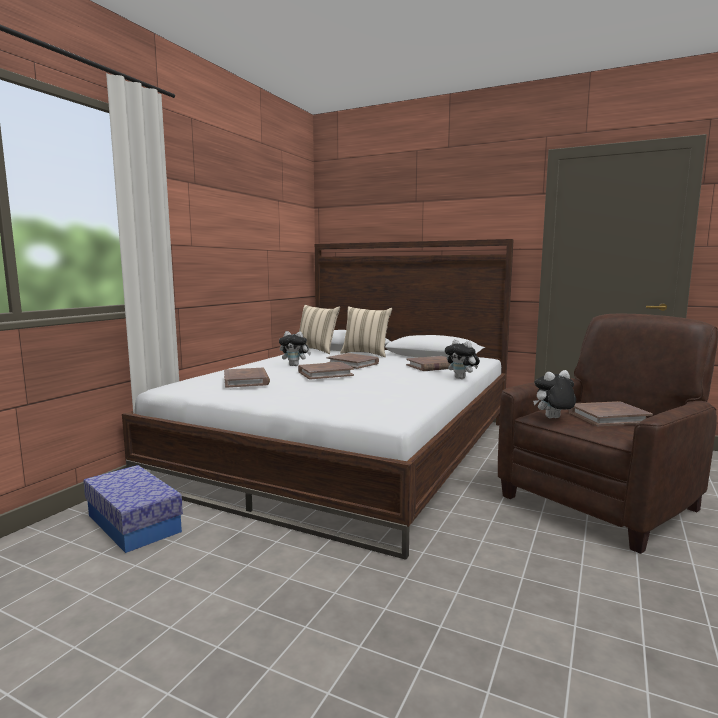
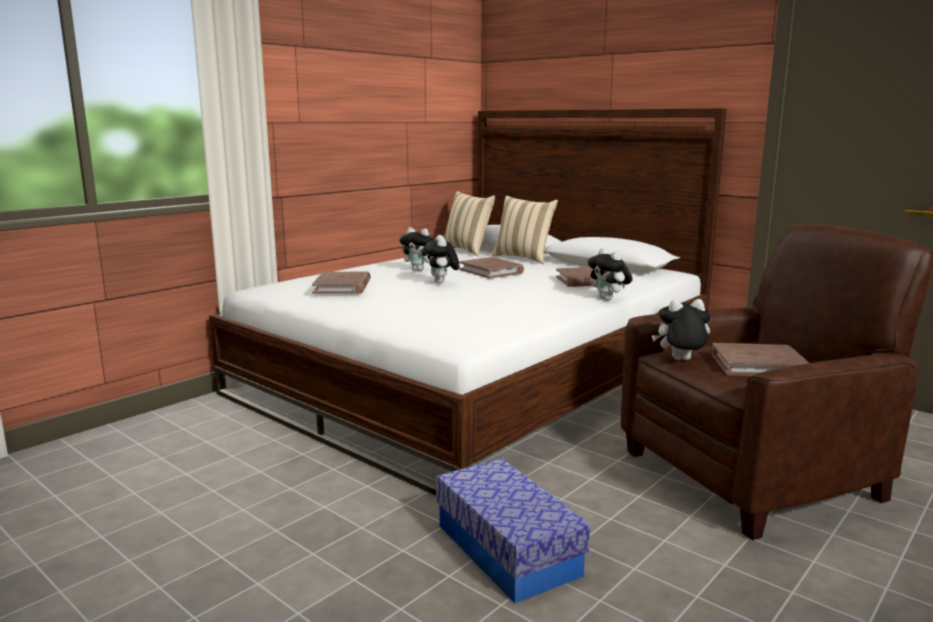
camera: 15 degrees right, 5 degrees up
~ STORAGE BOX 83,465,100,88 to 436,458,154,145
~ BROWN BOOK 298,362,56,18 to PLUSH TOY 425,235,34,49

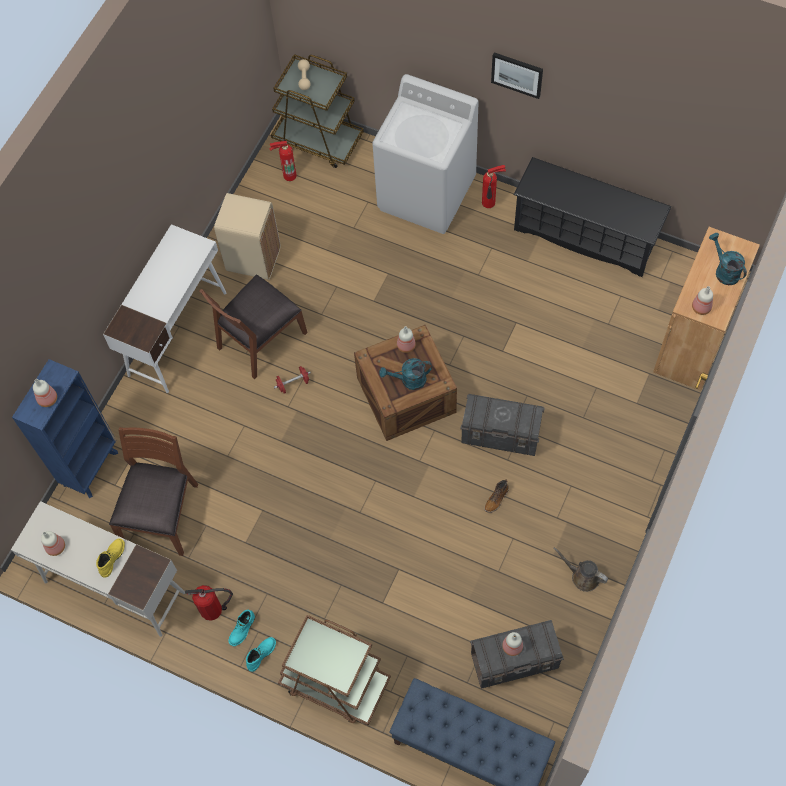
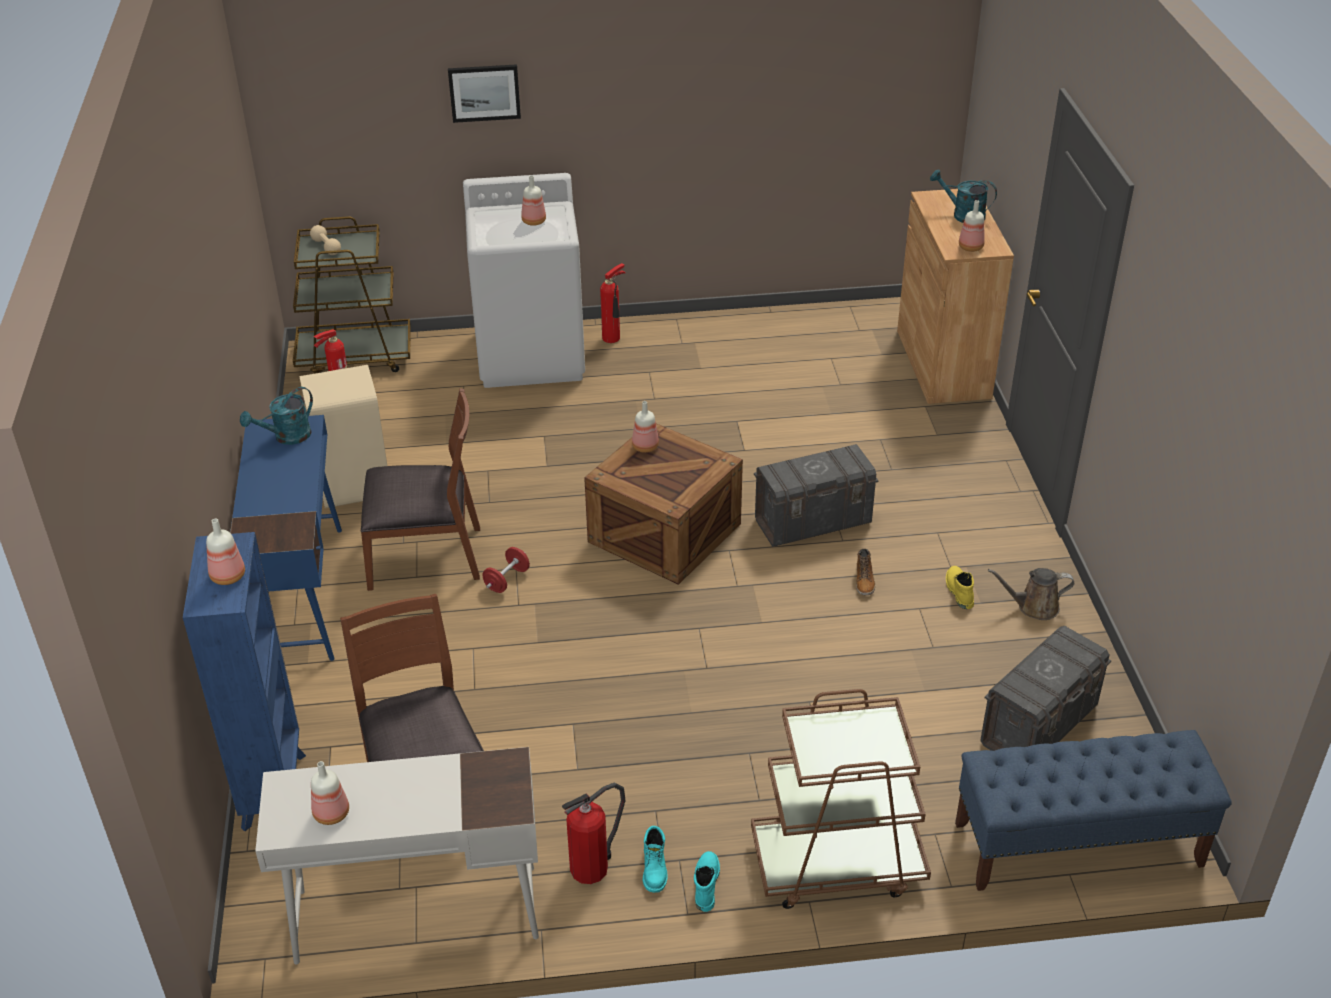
camera: 35 degrees left, 25 degrees down
~ YELLOW BOOT 96,538,29,40 to 946,566,28,43
~ WHITE DESK 103,224,124,169 to BLUE DESK 230,415,112,246
~ BROWN CHAIR 199,274,108,105 = 361,388,119,203 105 degrees counterclockwise
~ TURQUOISE WATERING CAN 379,358,53,32 to 240,387,73,58
~ PICTURE 491,52,52,47 to 448,64,73,59
~ BOTTLE 502,632,21,24 to 521,175,25,51
- BLACK SHOE RACK 514,157,157,120

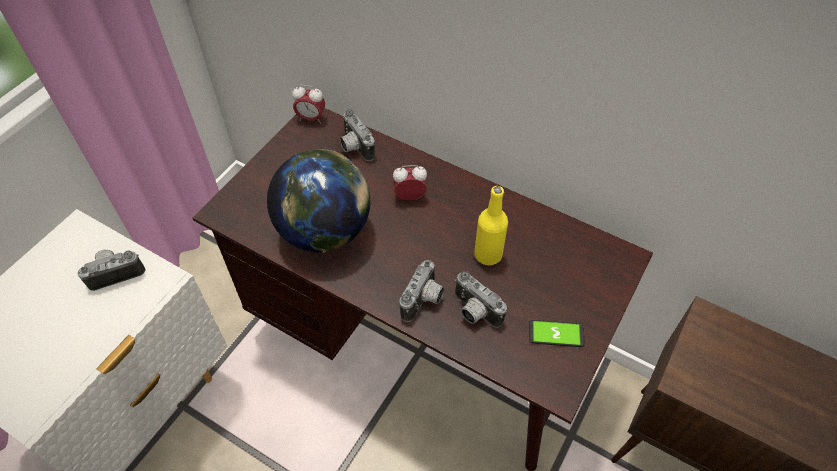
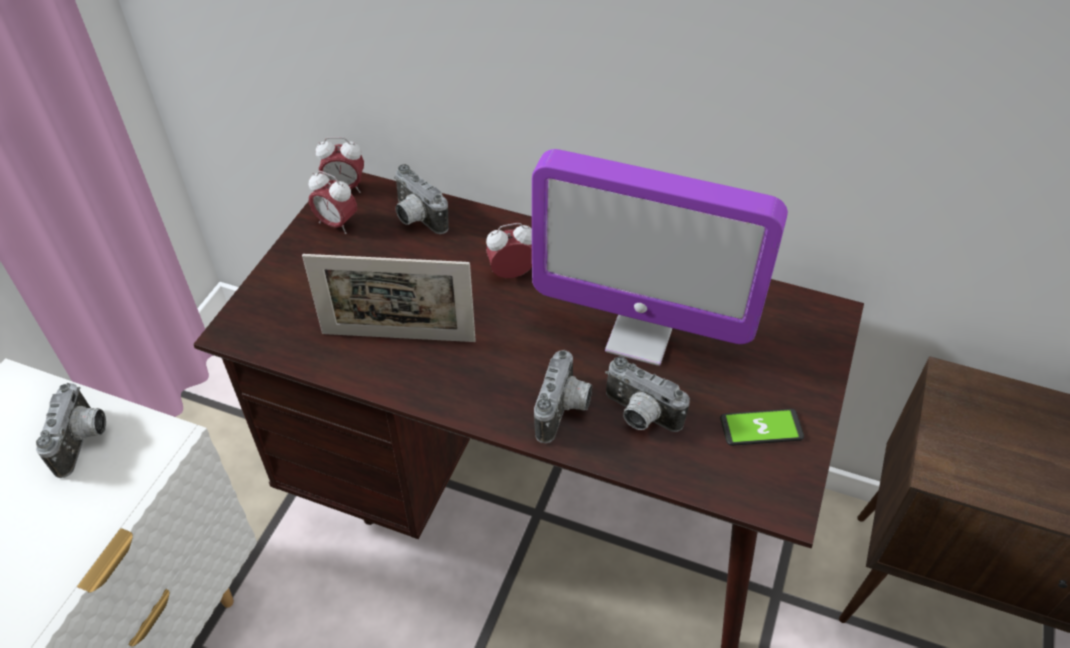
camera: 10 degrees left, 5 degrees down
~ PHOTO CAMERA 78,250,68,41 = 36,383,70,95 120 degrees clockwise
~ GLOBE 267,149,103,104 to PICTURE FRAME 302,254,174,88
~ YELLOW BOTTLE 474,186,34,79 to MONITOR 532,149,256,217
+ ALARM CLOCK 309,171,48,63

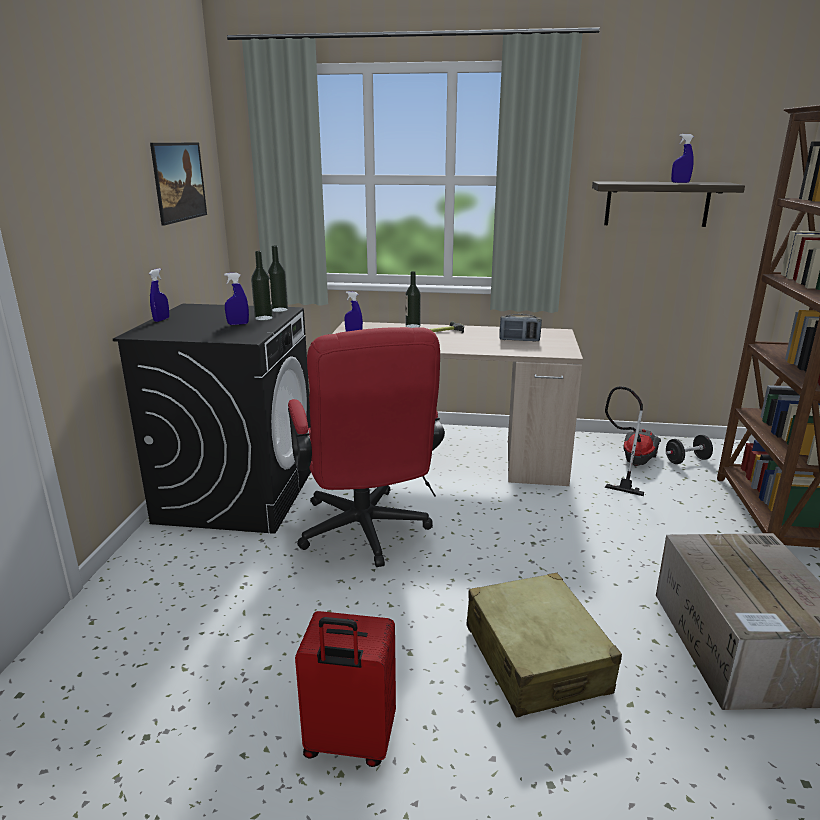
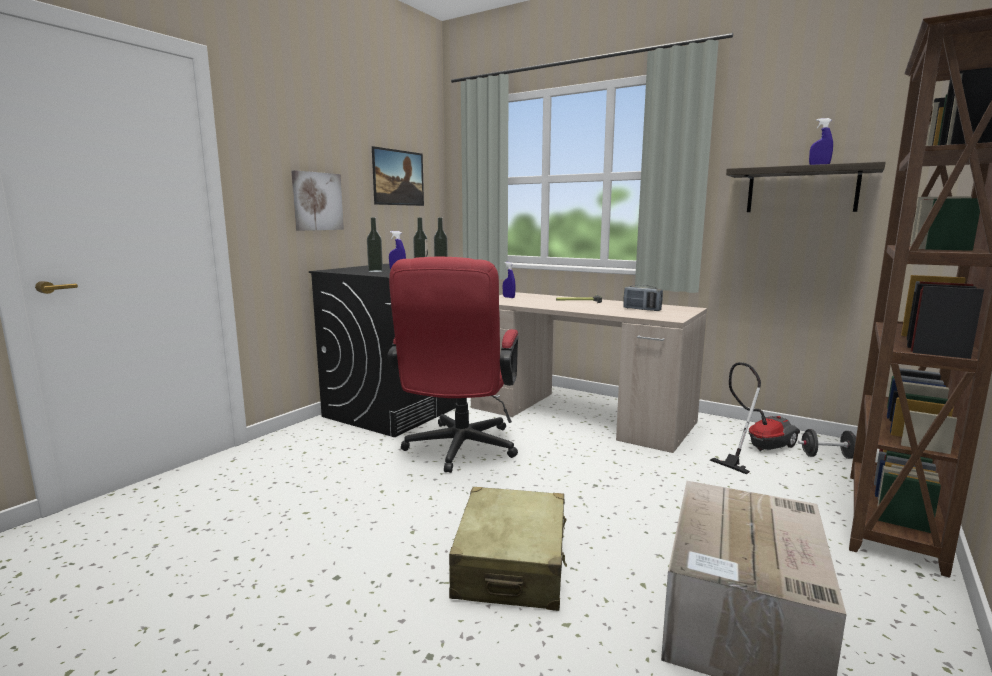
camera: 25 degrees right, 10 degrees down
- BLUE SPRAY BOTTLE 149,268,20,54
- RED SUITCASE 295,611,101,156
~ BOTTLE 405,271,16,57 to 367,218,16,54
+ PICTURE 292,170,52,61

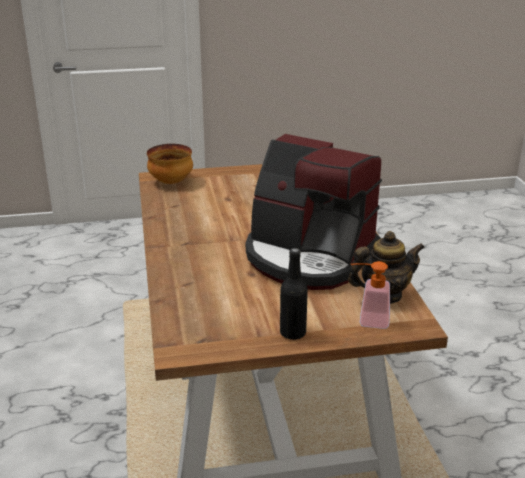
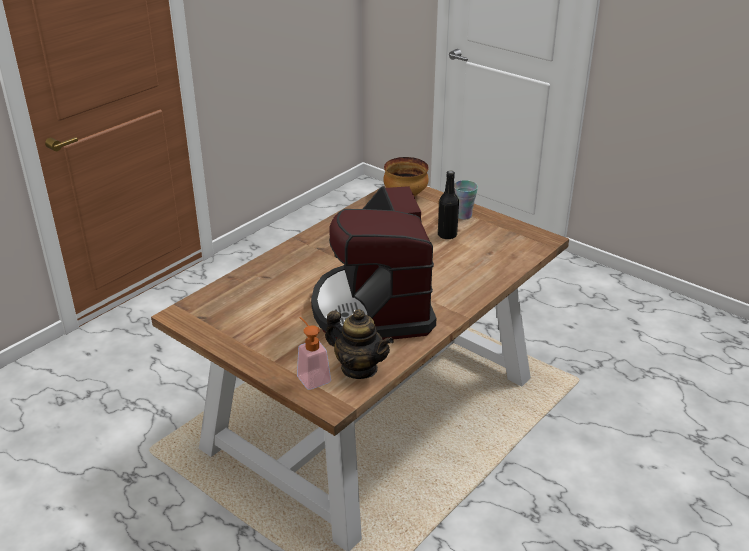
camera: 50 degrees right, 5 degrees up
~ BLACK BOTTLE 280,248,28,92 to 438,171,21,68
+ CUP 454,180,24,40

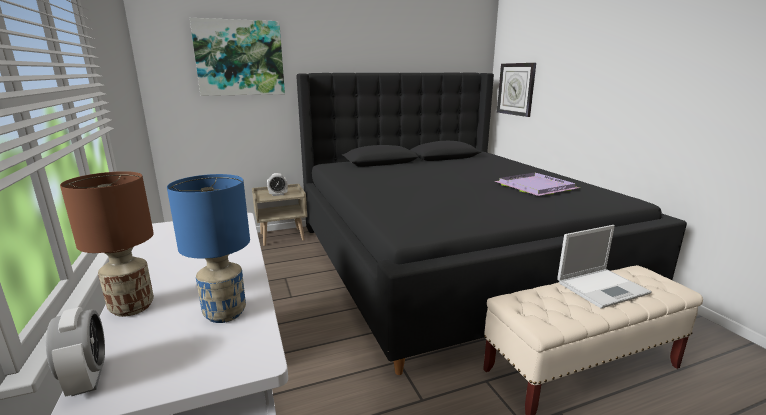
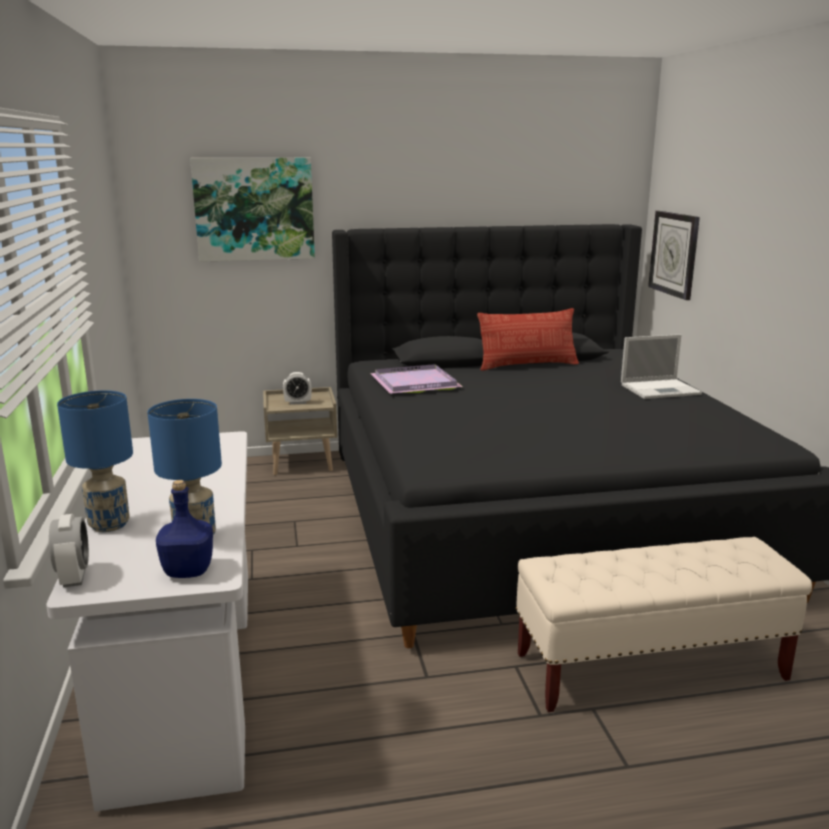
camera: 10 degrees right, 0 degrees up
~ BROWN TABLE LAMP 60,171,94,146 to BLUE TABLE LAMP 57,390,76,142
~ PURPLE TRAY 495,173,85,23 to 370,364,93,30
~ LAPTOP 557,225,95,83 to 621,334,81,65
+ BLUE BOTTLE 156,480,57,98
+ PILLOW 477,308,102,63

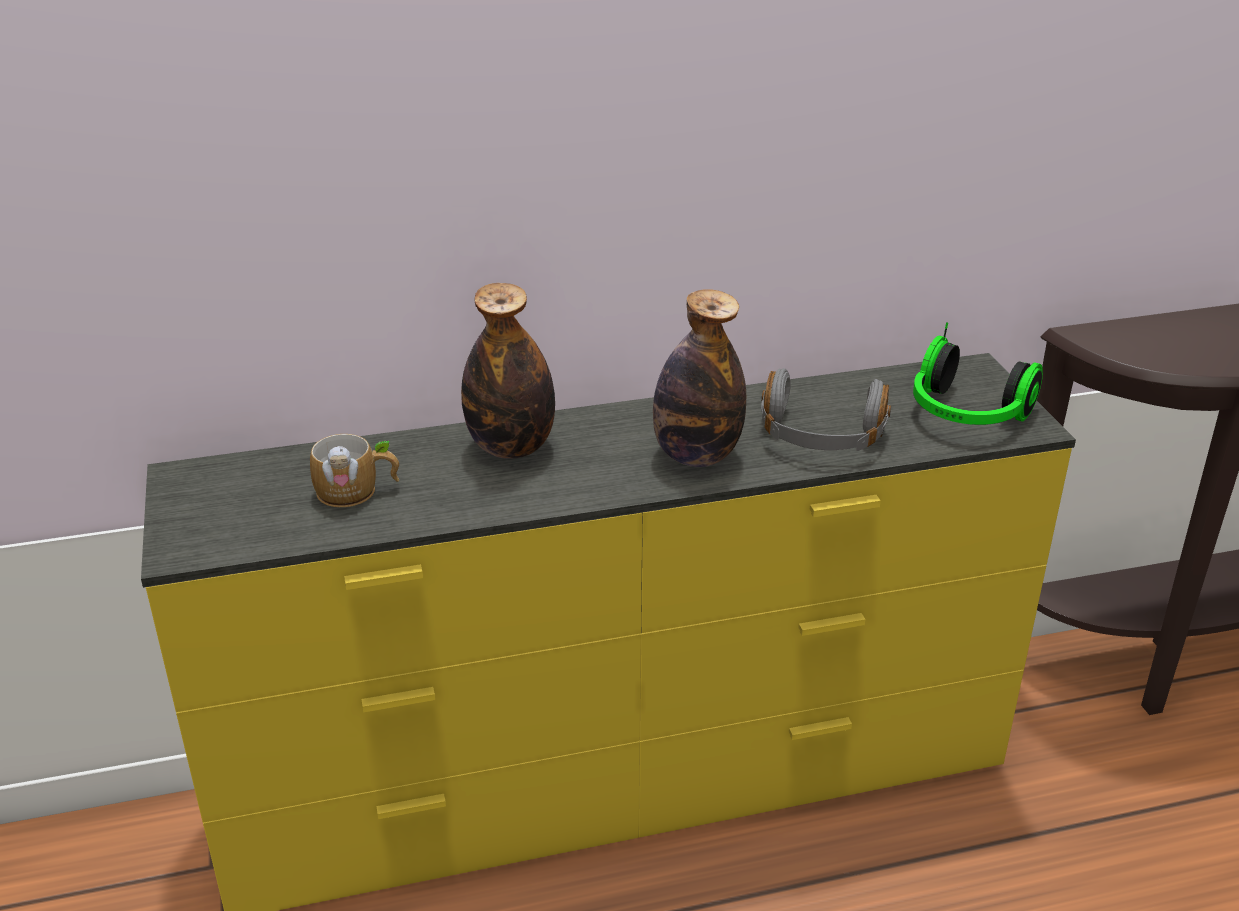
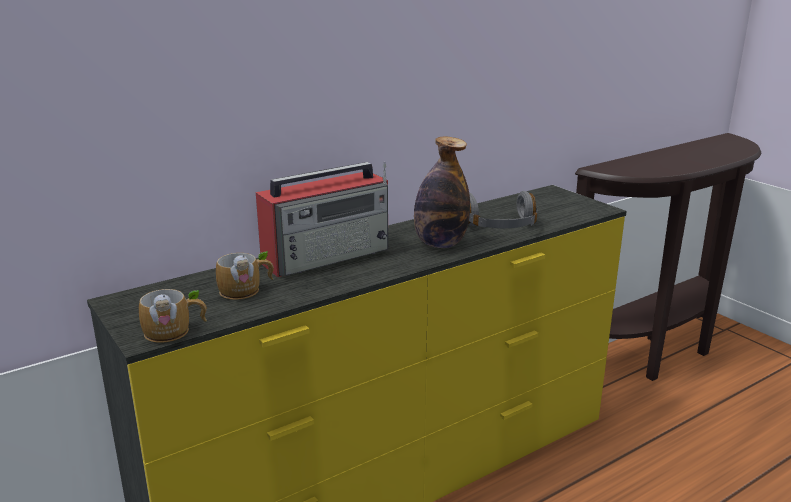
camera: 20 degrees left, 10 degrees down
~ BOTTLE 461,283,94,176 to RADIO 256,161,132,116
- HEADPHONES 913,322,130,103
+ MUG 139,289,68,54

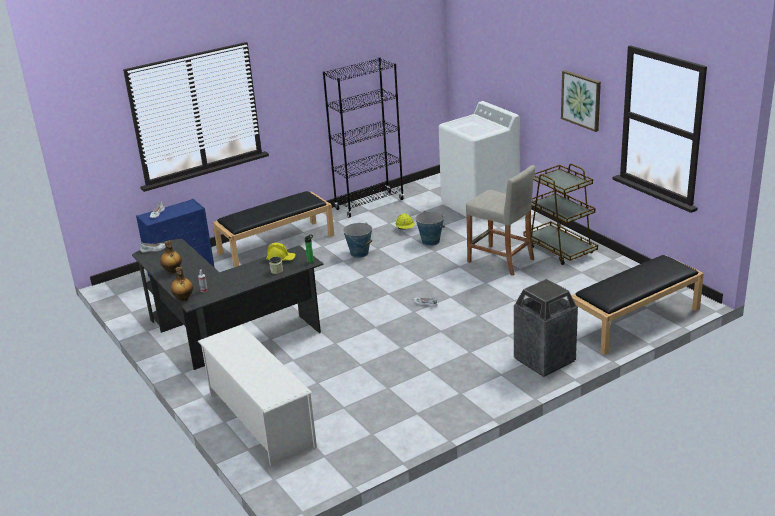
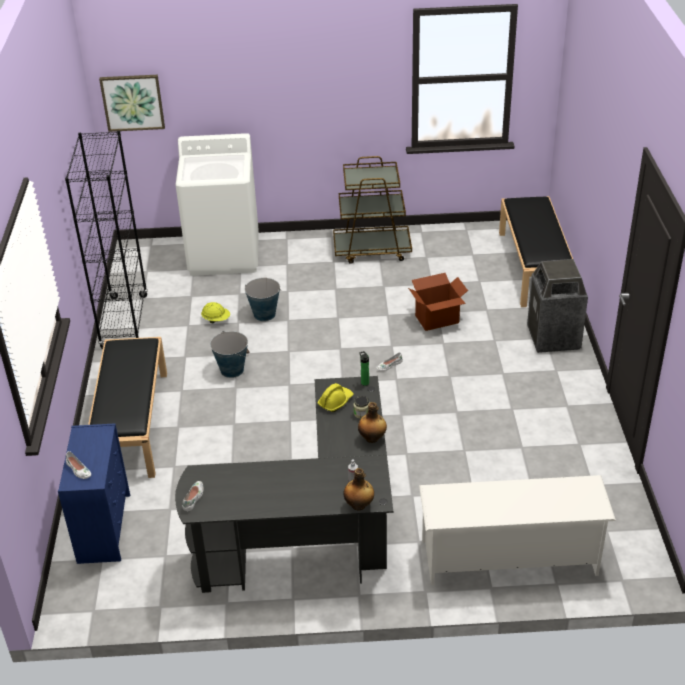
camera: 60 degrees left, 10 degrees up
~ BOTTLE 160,240,22,34 to 358,402,29,41
- BEIGE STOOL 466,165,69,111
~ PICTURE 561,70,40,62 to 99,75,66,57
+ CARDBOARD BOX 408,273,60,58

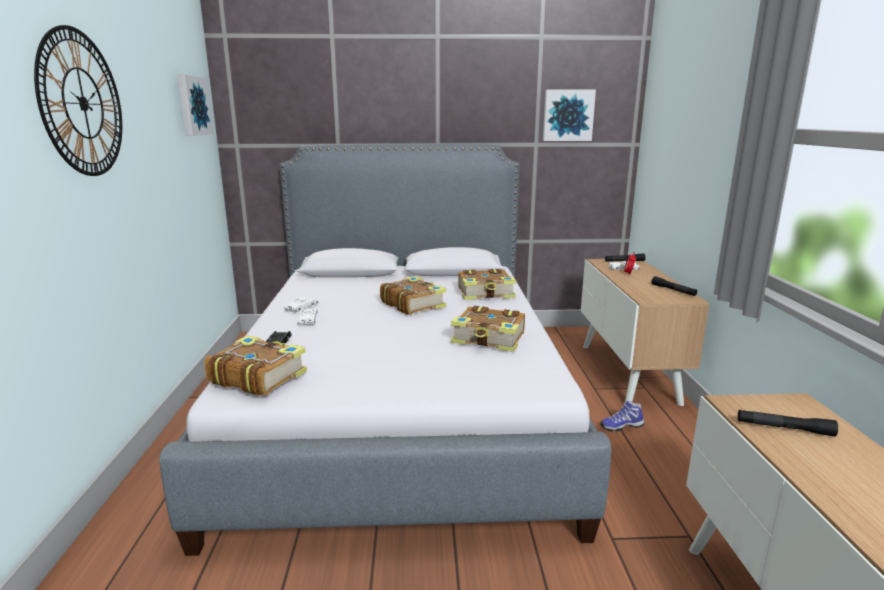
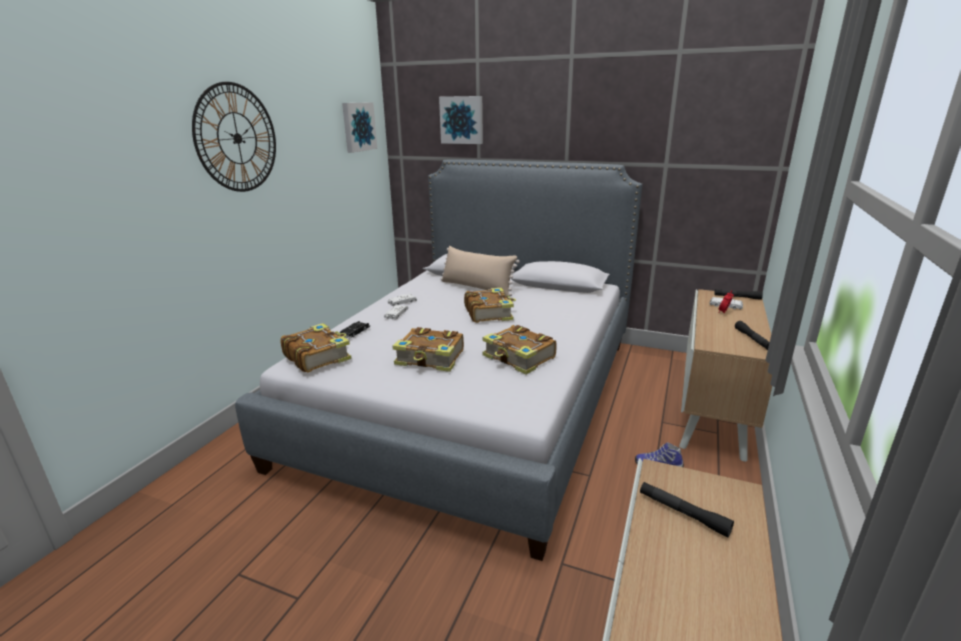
camera: 25 degrees right, 5 degrees up
~ BOOK 458,269,58,31 to 392,327,72,45
~ PICTURE 543,90,53,51 to 439,96,44,48
+ BEIGE PILLOW 440,246,80,50

